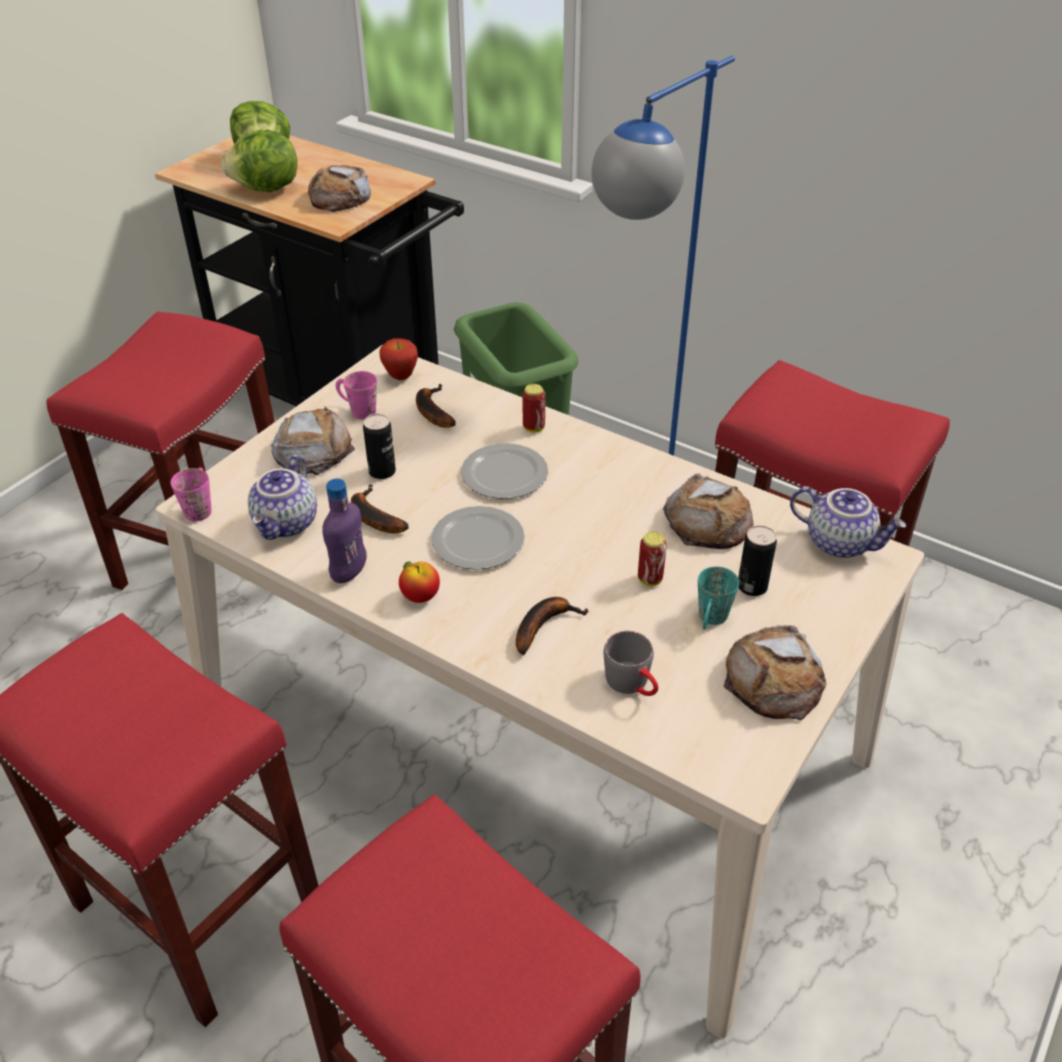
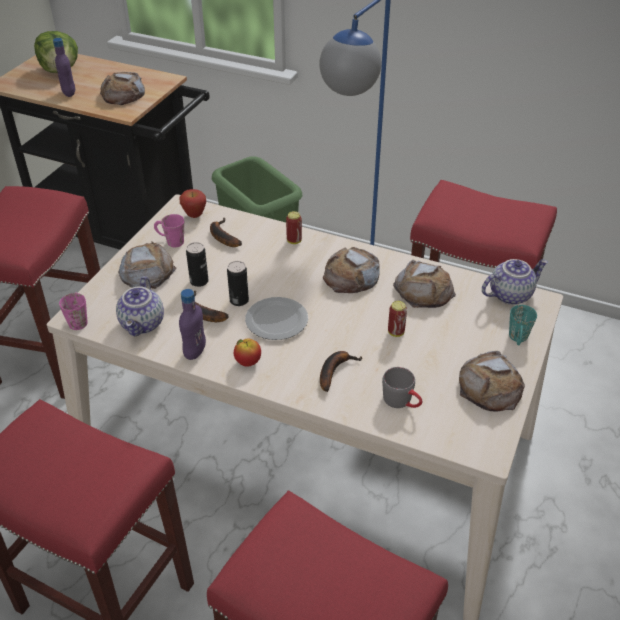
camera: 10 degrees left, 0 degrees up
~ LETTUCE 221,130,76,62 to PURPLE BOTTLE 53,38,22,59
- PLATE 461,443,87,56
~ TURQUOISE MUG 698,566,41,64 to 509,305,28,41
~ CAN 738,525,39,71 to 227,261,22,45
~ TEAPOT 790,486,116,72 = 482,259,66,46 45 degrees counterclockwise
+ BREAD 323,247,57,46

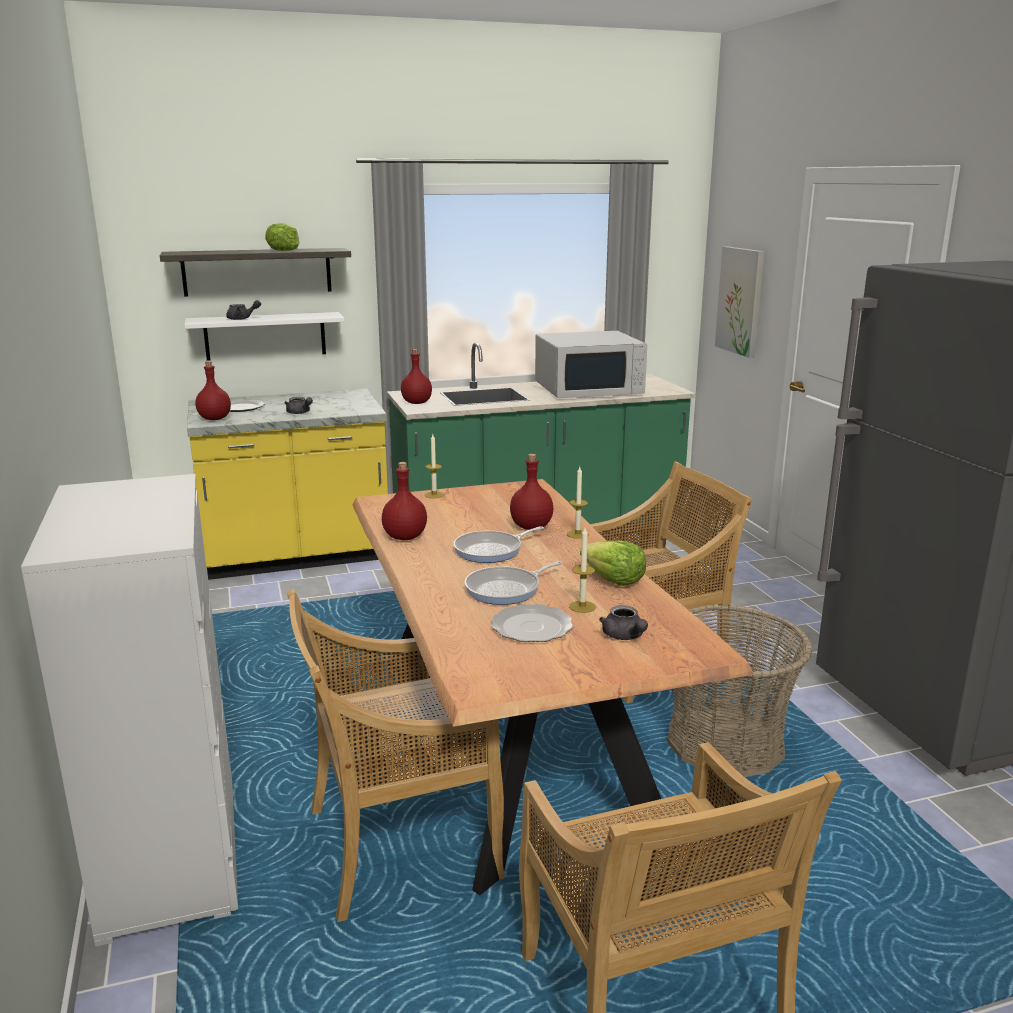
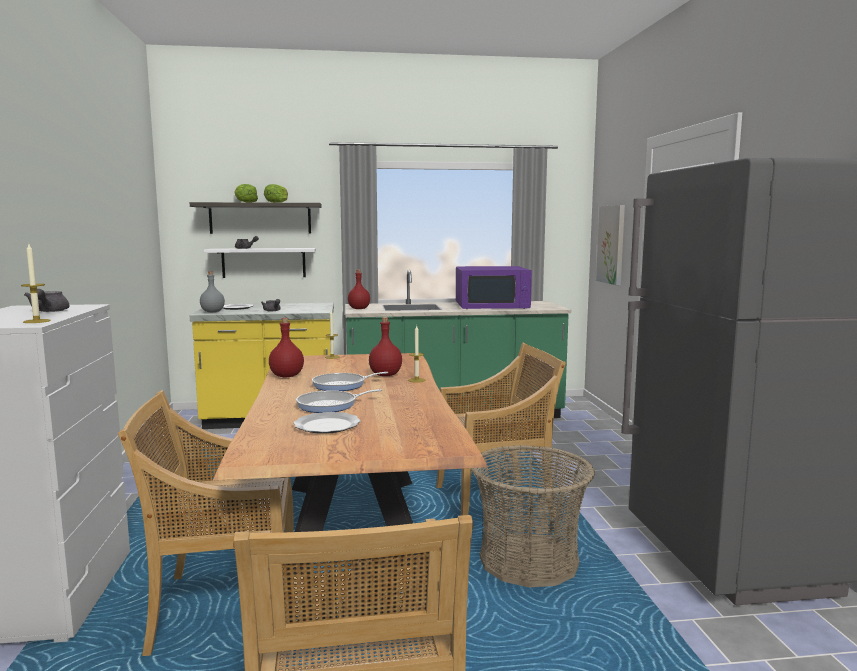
camera: 10 degrees right, 10 degrees down
~ RED BOTTLE 195,361,36,59 to GREY BOTTLE 200,271,25,41
~ WHITE MICROWAVE 535,331,112,67 to PURPLE MICROWAVE 456,266,76,43
~ CANDLE 569,528,27,85 to 21,244,30,79
~ LETTUCE 580,540,66,46 to 234,184,24,18
~ GREY TEAPOT 599,605,49,35 to 24,289,45,23

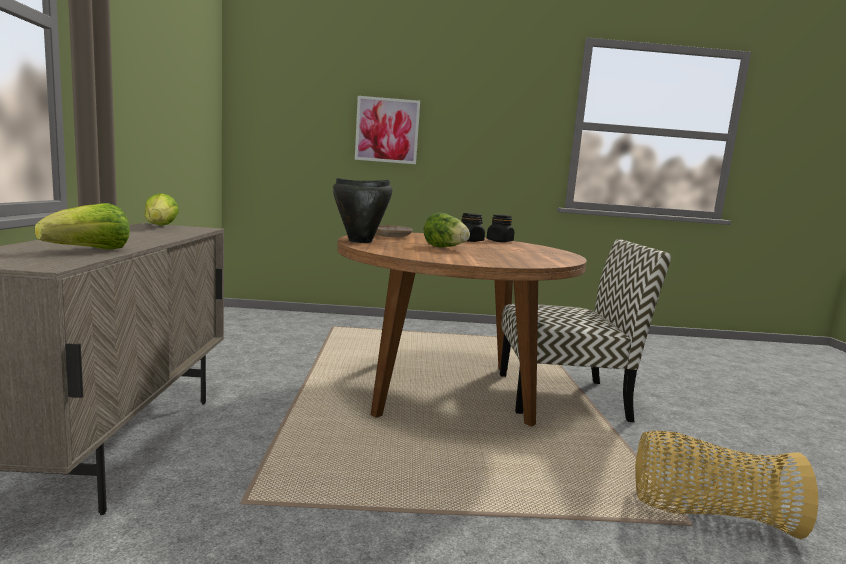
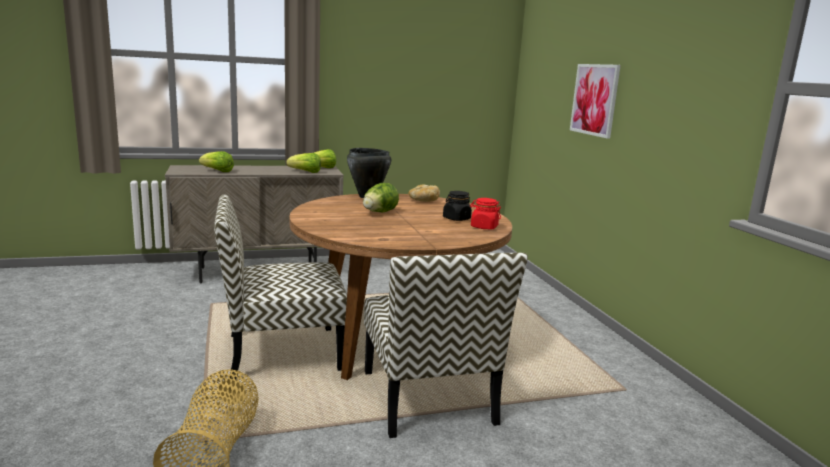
camera: 75 degrees right, 5 degrees up
~ BEIGE PLATE 375,225,38,12 to BREAD 408,185,32,17
~ BLACK JAR 487,214,27,28 to RED JAR 470,198,31,32
+ CHAIR 214,194,133,185
+ LETTUCE 286,153,35,20

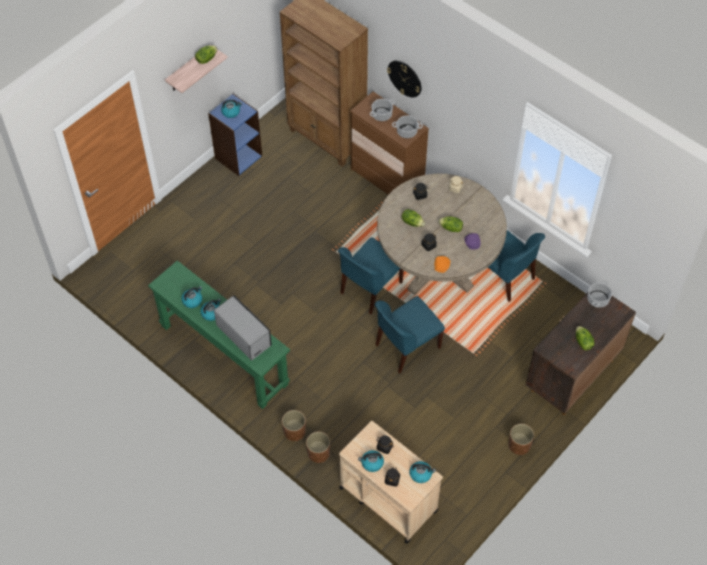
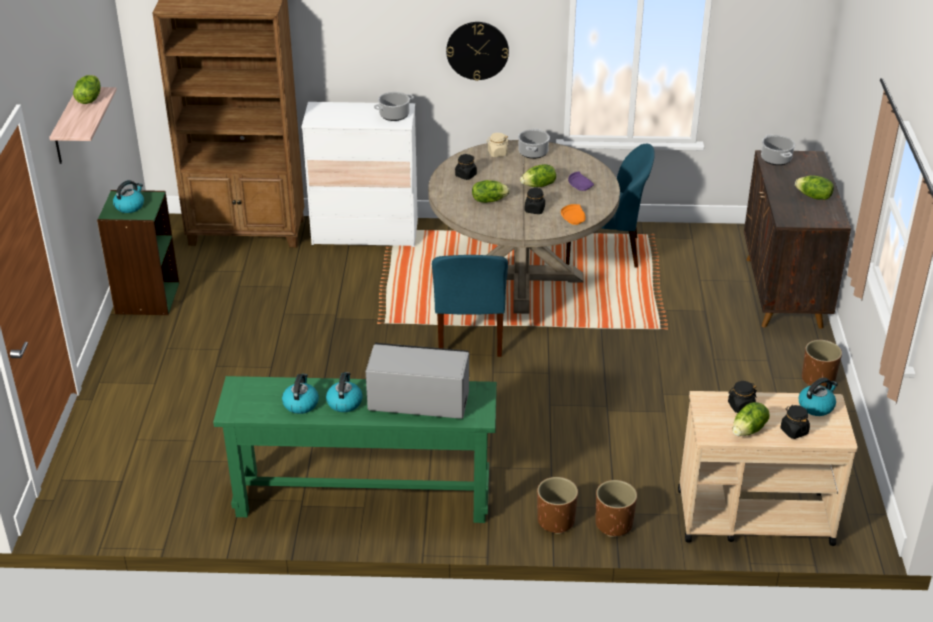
camera: 40 degrees left, 20 degrees down
~ BLUE BOOKCASE 208,93,54,83 to GREEN BOOKCASE 97,190,82,125
~ BROWN DRESSER 350,92,79,103 to WHITE DRESSER 302,102,116,145
~ KETTLE 358,450,26,22 to LETTUCE 733,402,37,34
~ COOKING POT 370,99,25,22 to 518,129,32,30
- BLUE CHAIR 375,296,70,78
~ WALL CLOCK 387,60,35,37 to 446,22,63,59

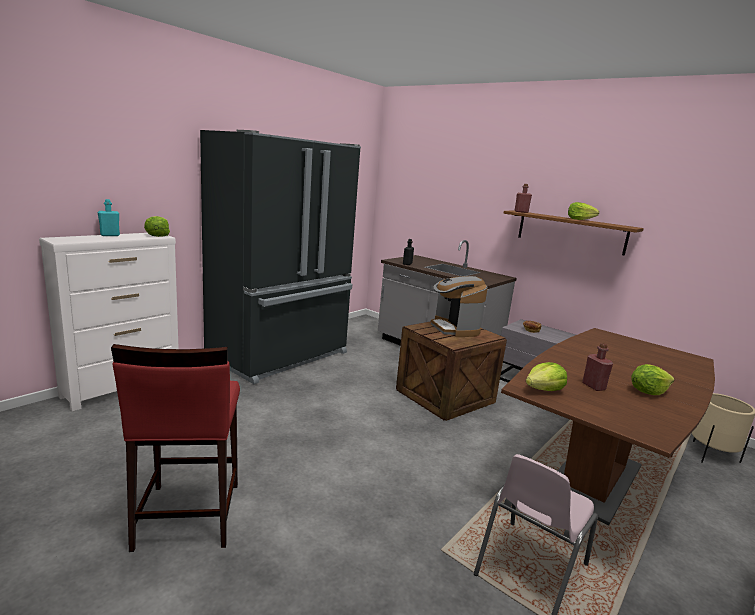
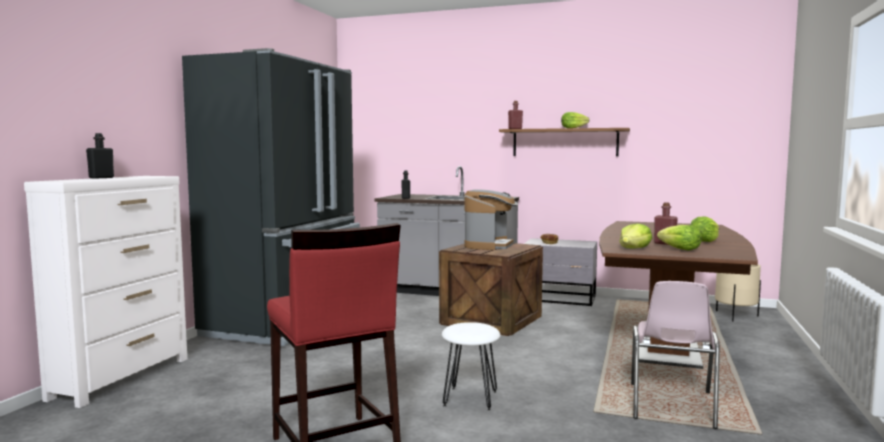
camera: 20 degrees left, 10 degrees down
~ TURQUOISE BOTTLE 97,199,23,37 to BLACK BOTTLE 86,133,28,46
~ LETTUCE 144,216,26,21 to 657,225,44,25
~ COFFEE MACHINE 431,276,57,61 = 464,189,54,61 120 degrees counterclockwise
+ WHITE STOOL 442,322,59,89

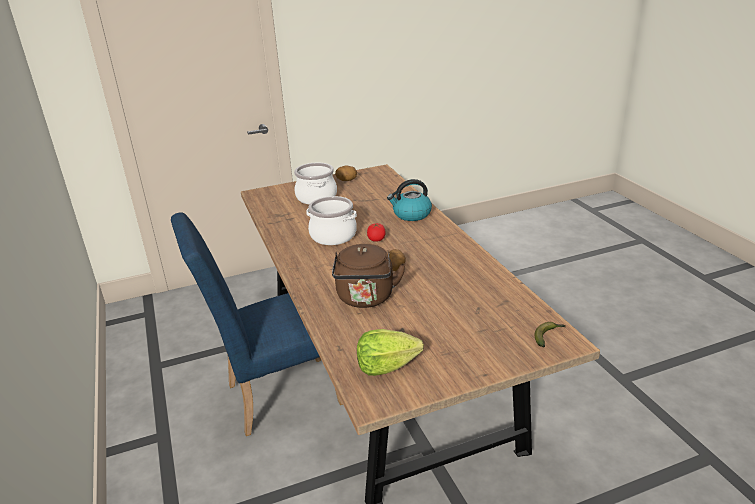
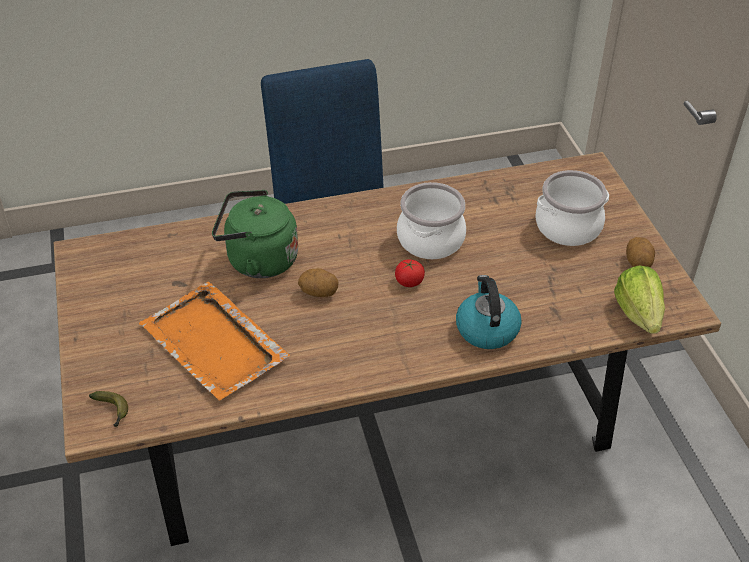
camera: 95 degrees right, 15 degrees up
~ BROWN KETTLE 332,244,74,64 to GREEN KETTLE 212,190,86,88
~ LETTUCE 357,329,67,47 to 614,265,51,69
+ ORANGE TRAY 139,282,151,119

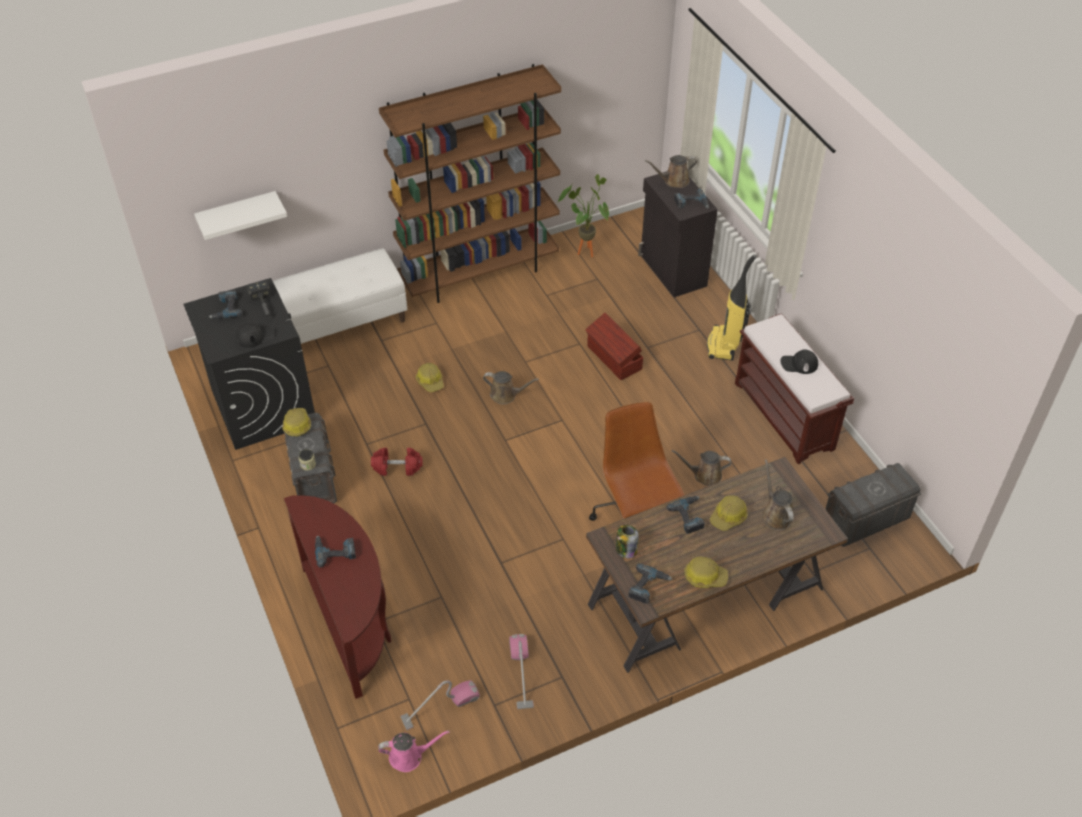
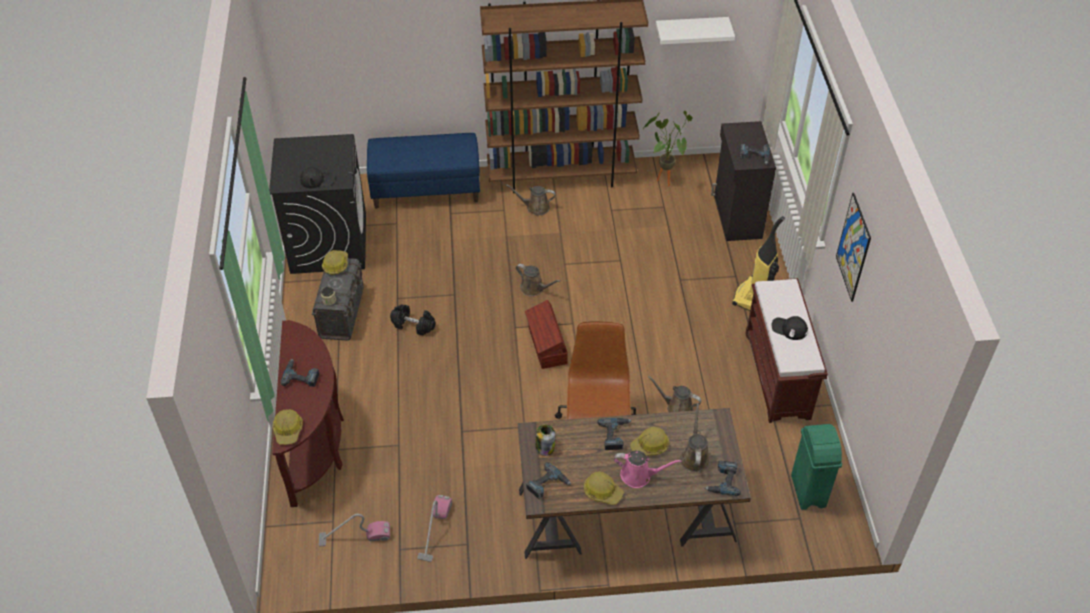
camera: 20 degrees right, 0 degrees up
~ WHITE SHELF 194,191,93,49 to 656,17,79,27
~ POWER DRILL 209,290,34,29 to 705,461,36,35
- HAMMER 247,280,24,38
~ WHITE BENCH 273,249,134,95 to BLUE BENCH 367,133,113,76
~ RED DUMBBELL 371,448,52,28 to BLACK DUMBBELL 390,305,46,30
~ PINK WATERING CAN 378,730,72,42 to 614,450,67,38
~ HARD HAT 416,363,28,29 to 273,409,30,36
~ BROWN STORAGE BOX 585,313,58,67 to 525,300,43,69
~ BROWN WATERING CAN 645,155,52,33 to 506,184,50,31
~ GREY STORAGE BOX 826,463,95,84 to GREEN TRASH CAN 791,424,51,86
+ PICTURE 836,193,35,109

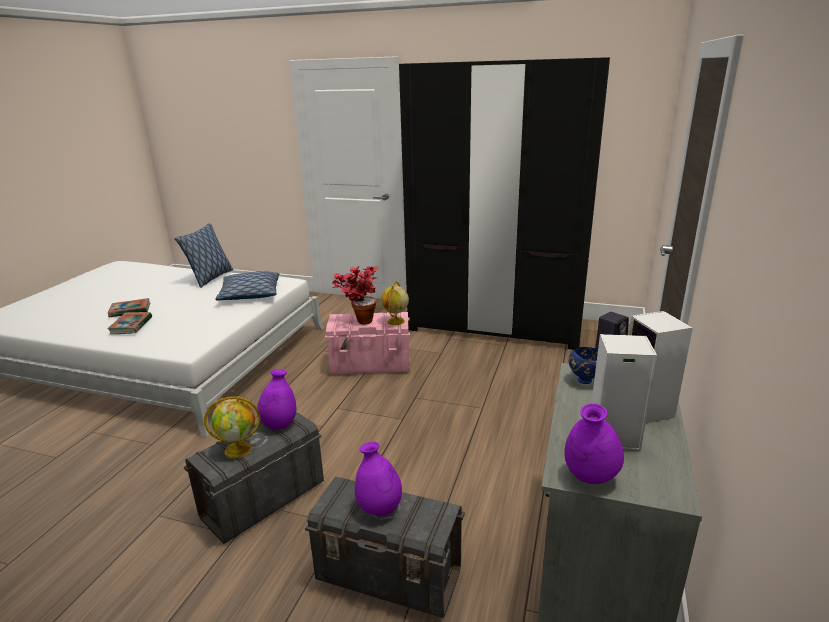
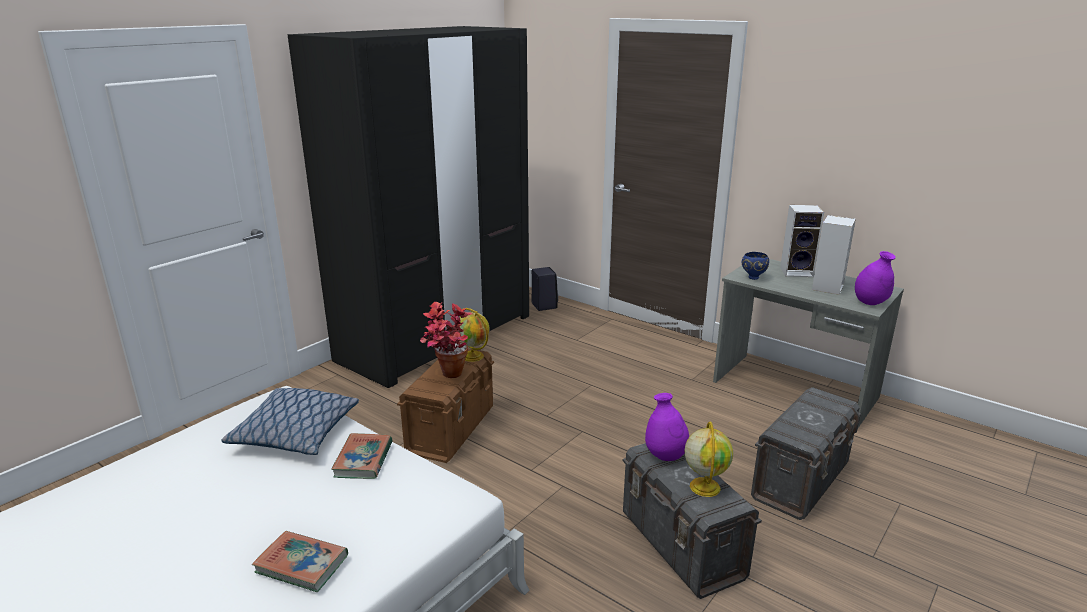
camera: 70 degrees left, 0 degrees up
~ BOOK 108,298,42,19 to 331,433,62,46
- PILLOW 174,223,59,65
~ PINK STORAGE BOX 325,312,85,62 to BROWN STORAGE BOX 397,349,97,114
- PURPLE VASE 355,441,47,75

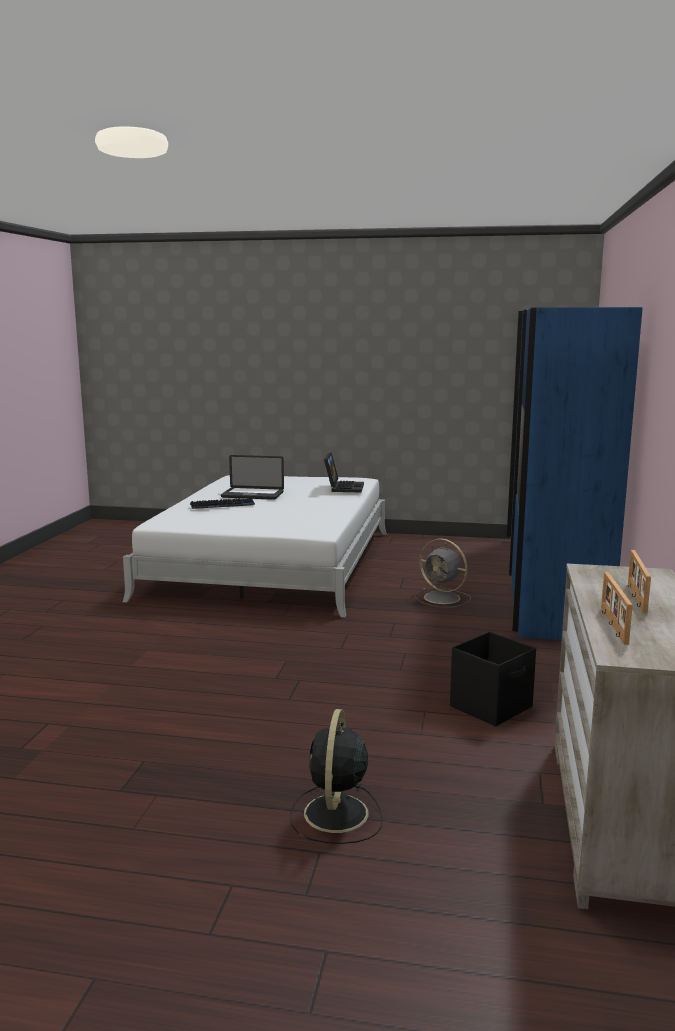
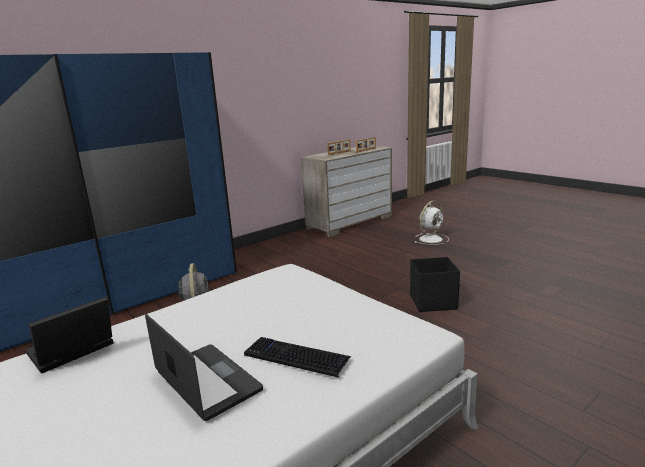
camera: 140 degrees left, 5 degrees up
~ BLACK FAN 290,709,93,135 to WHITE FAN 415,201,34,44
~ BLACK STORAGE BOX 450,632,86,94 to 410,257,50,55

